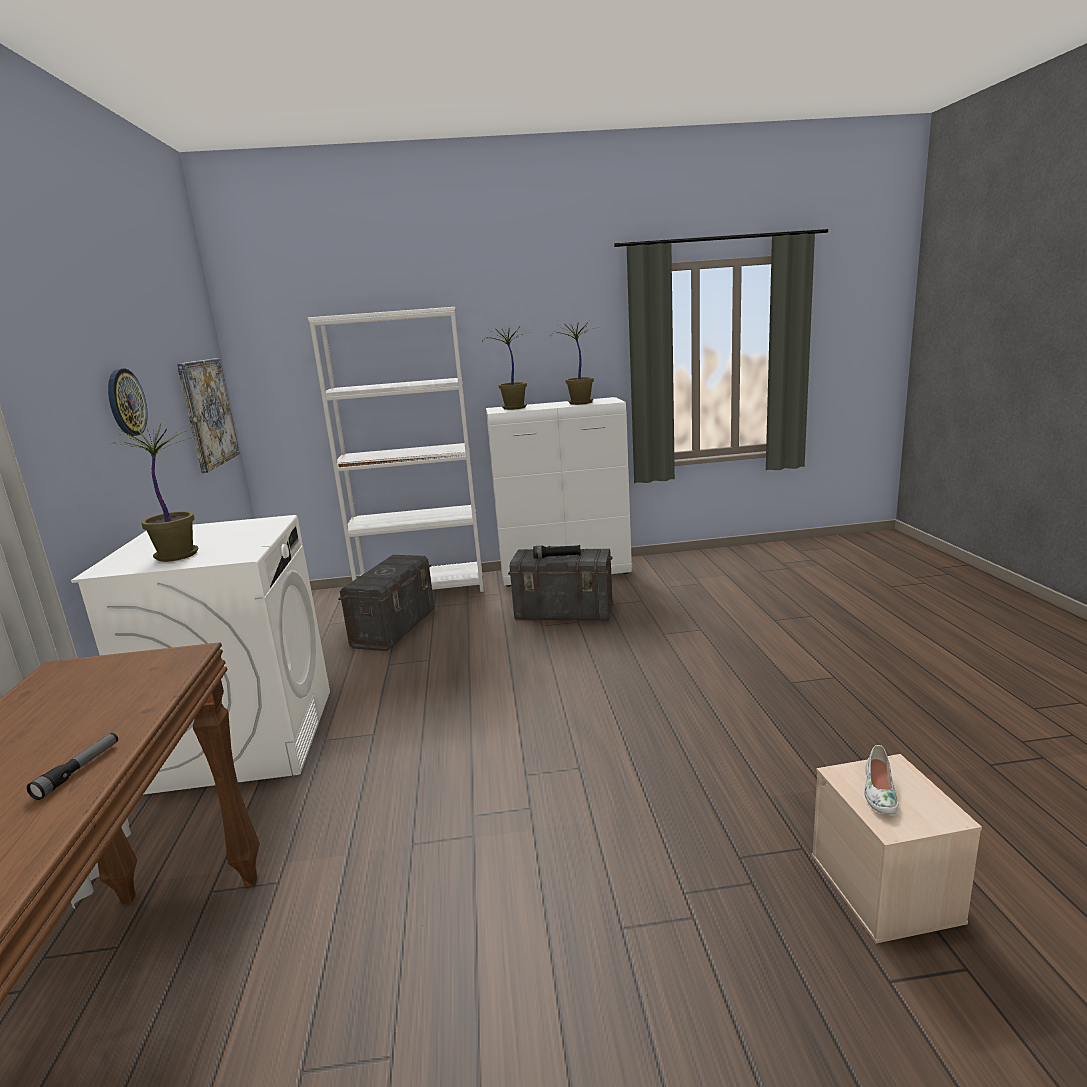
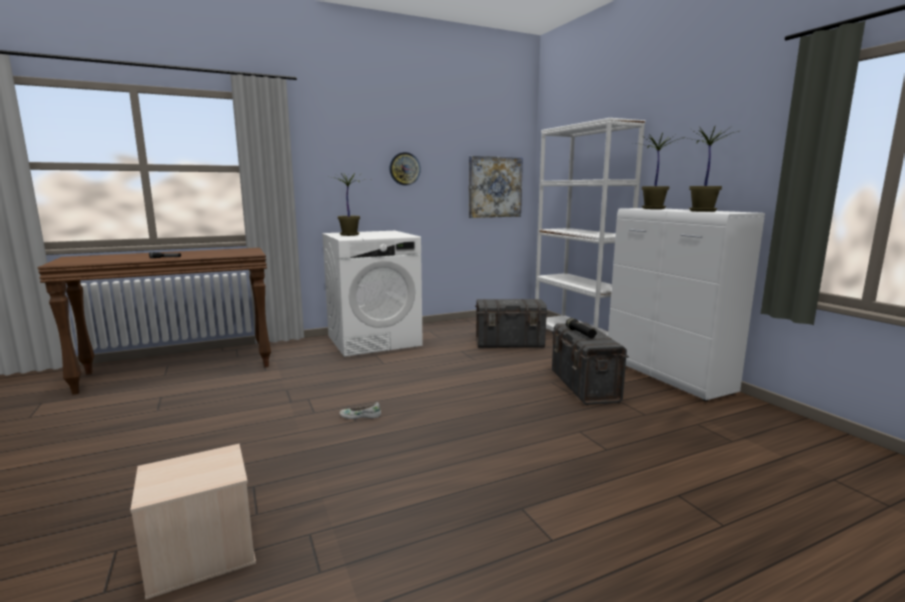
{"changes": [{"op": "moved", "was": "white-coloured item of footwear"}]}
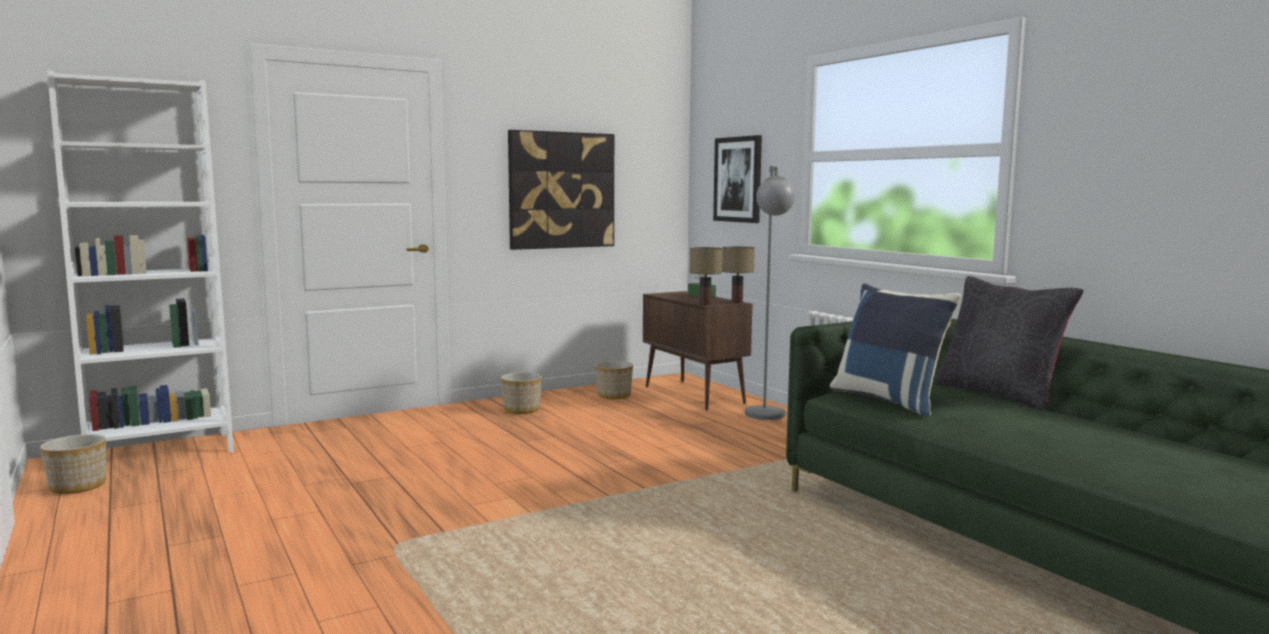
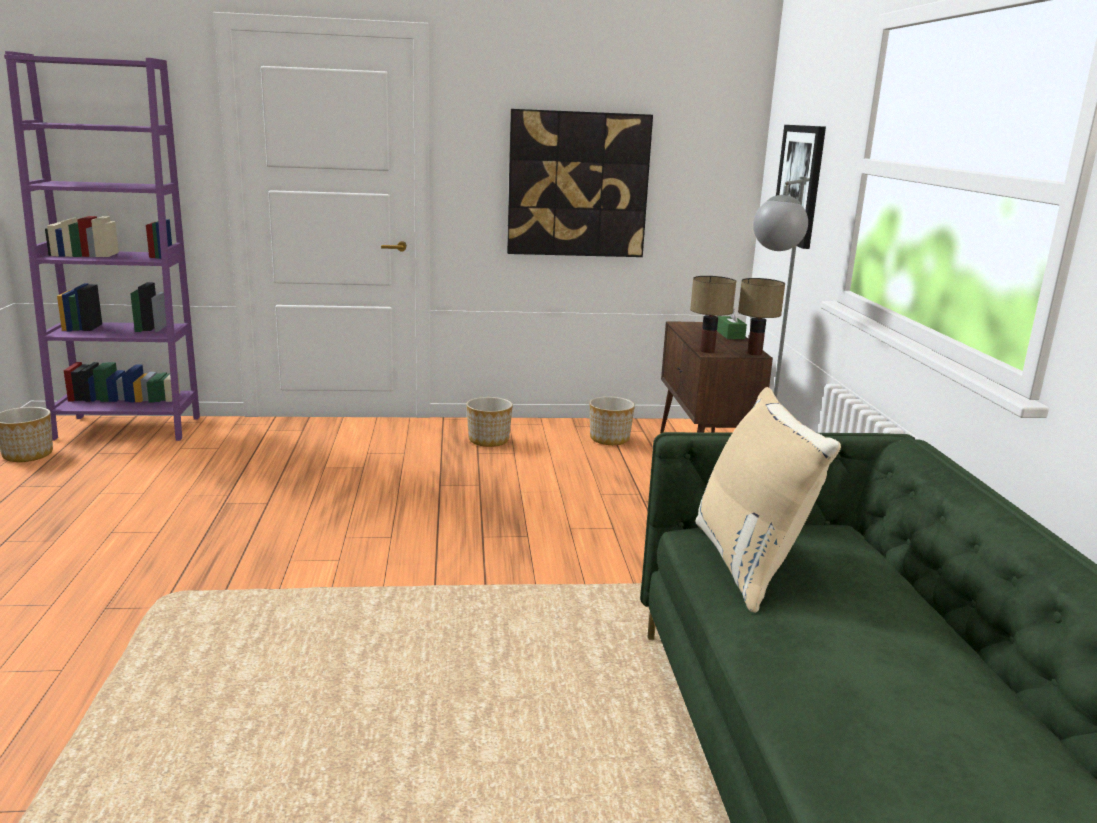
{"changes": [{"op": "recoloured", "was": "white-coloured bookshelf", "now": "purple bookshelf"}, {"op": "recoloured", "was": "bluish pillow", "now": "beige-coloured pillow"}, {"op": "removed", "was": "blackish pillow"}]}
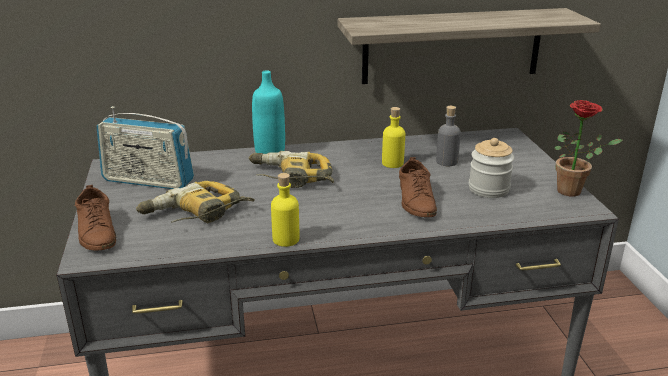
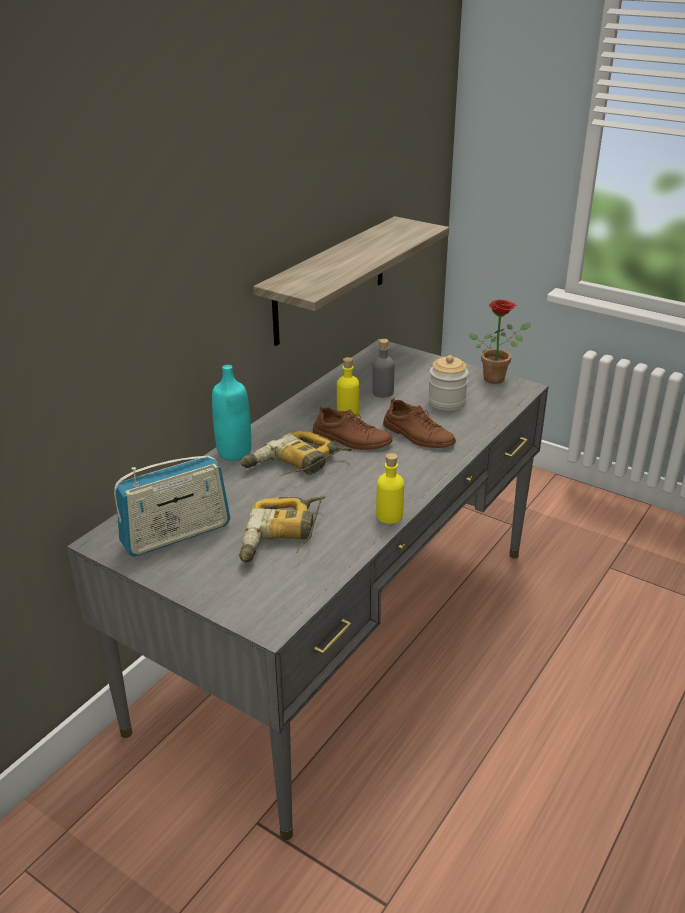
{"changes": [{"op": "moved", "was": "brown-coloured item of footwear (1st from left)"}]}
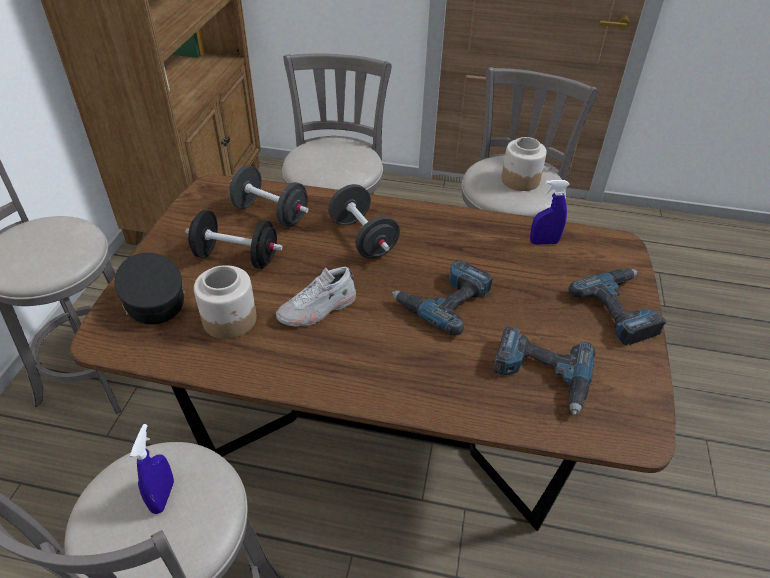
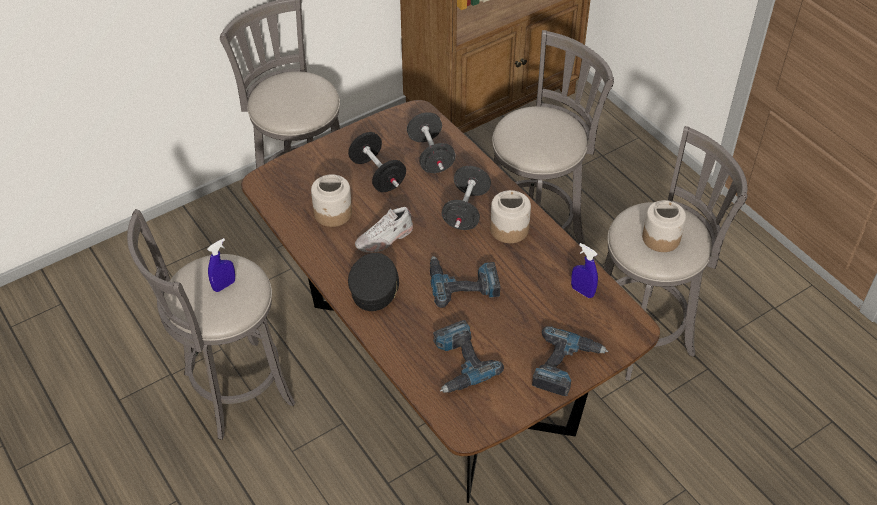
{"changes": [{"op": "moved", "was": "blackish baseball cap"}, {"op": "turned", "was": "white-coloured item of footwear", "clockwise": -45}, {"op": "added", "now": "storage jar (2nd from left)"}]}
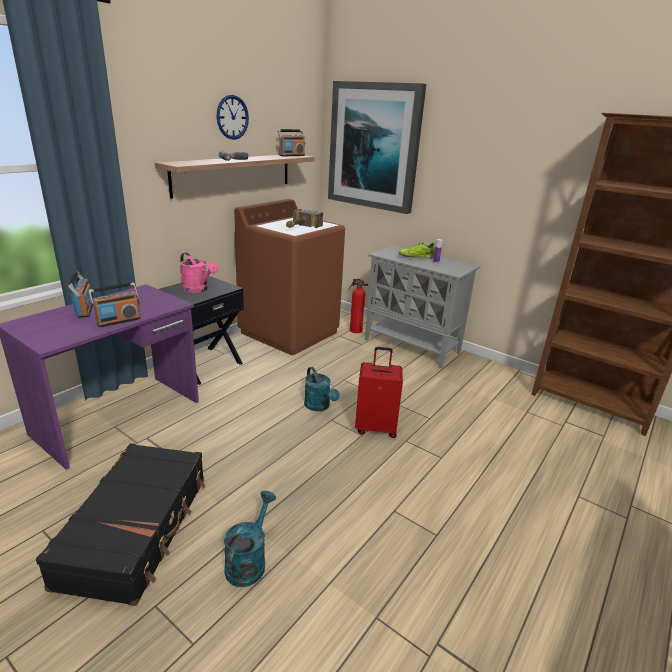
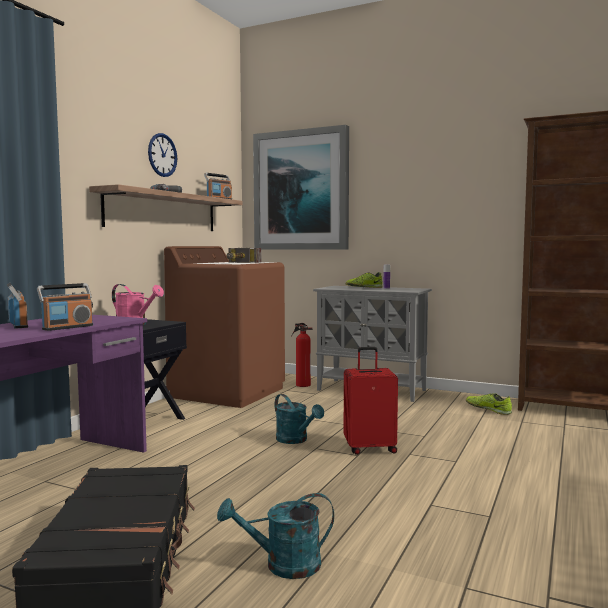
{"changes": [{"op": "turned", "was": "blue-green watering can (1st from left)", "clockwise": -105}, {"op": "added", "now": "item of footwear (2nd from left)"}]}
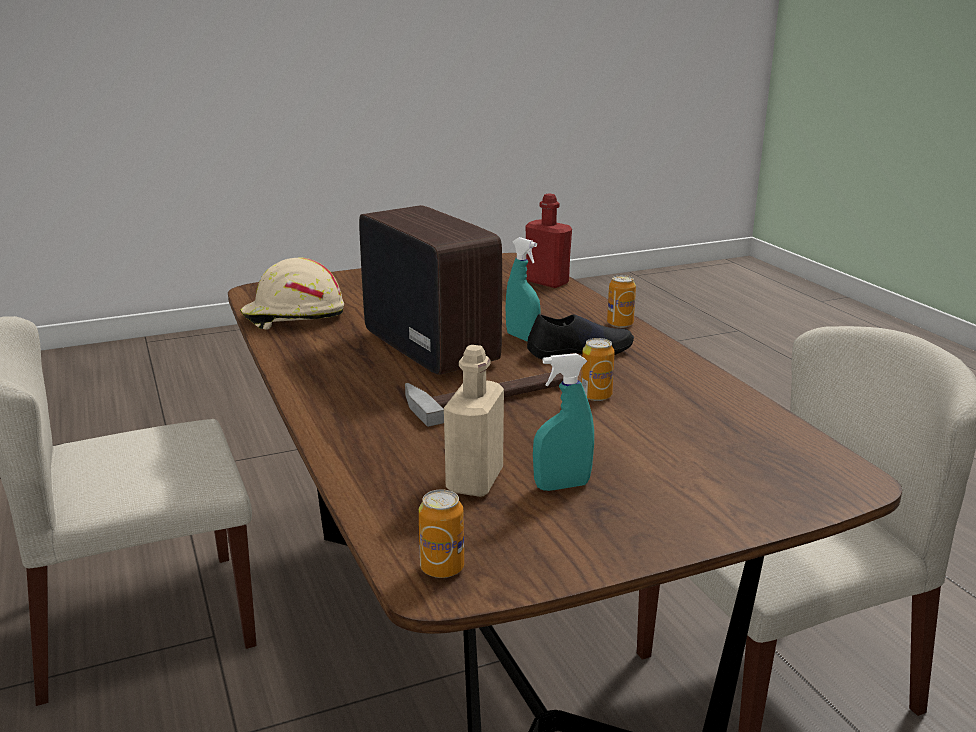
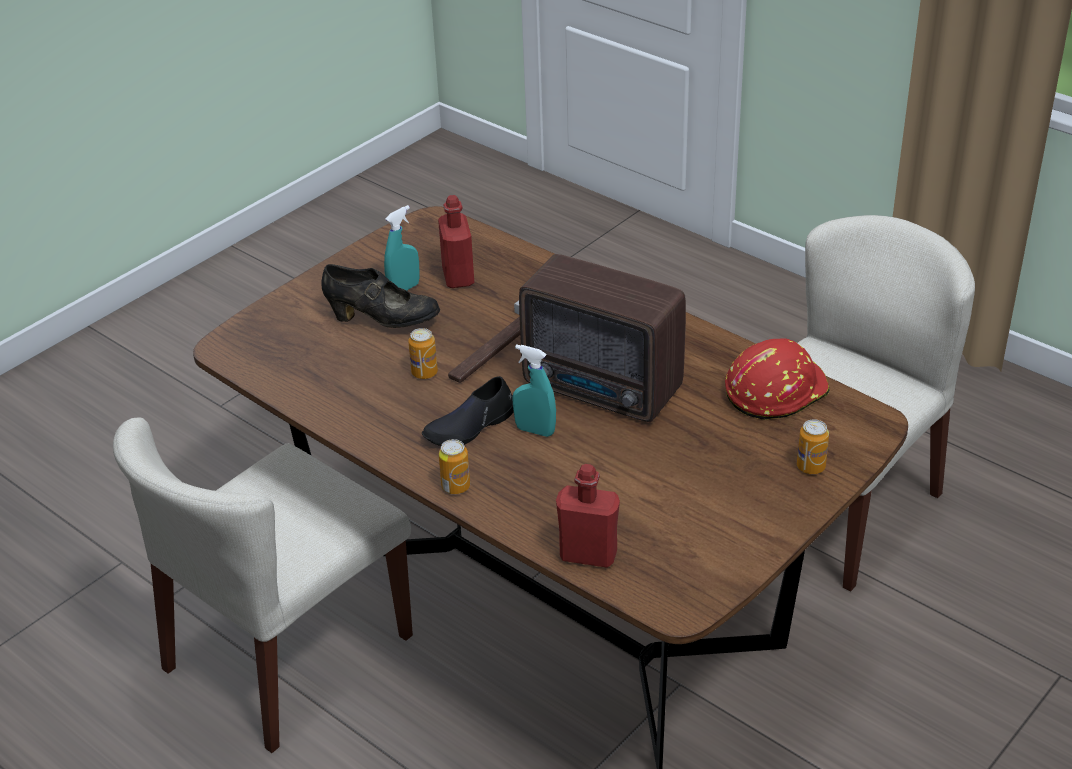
{"changes": [{"op": "recoloured", "was": "beige-coloured safety helmet", "now": "reddish safety helmet"}, {"op": "moved", "was": "can (1st from left in the first image)", "now": "can (3rd from left)"}, {"op": "recoloured", "was": "beige-coloured drink bottle", "now": "reddish drink bottle (1st from left)"}, {"op": "added", "now": "blackish item of footwear (1st from left)"}]}
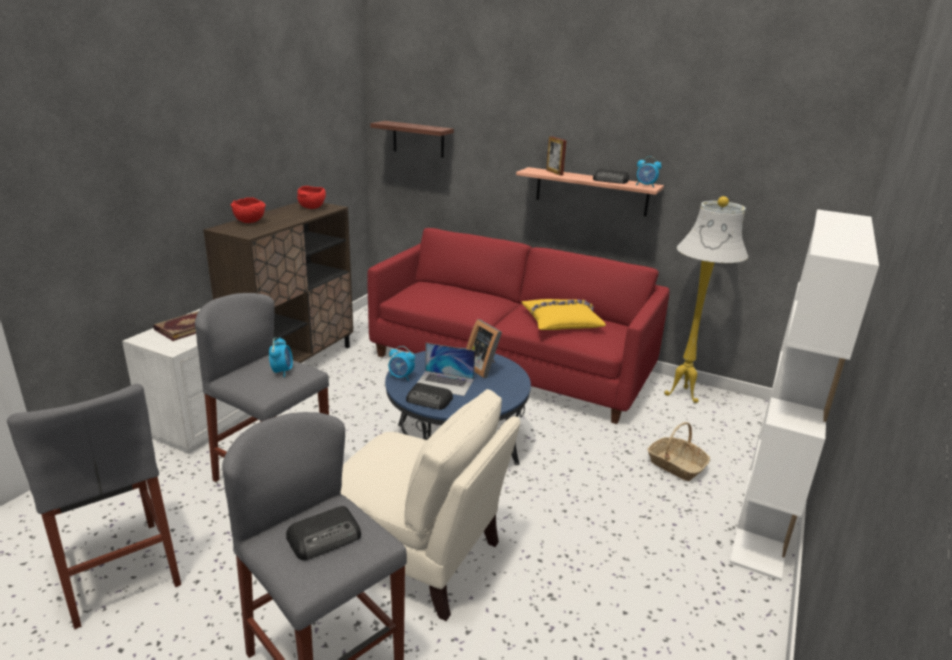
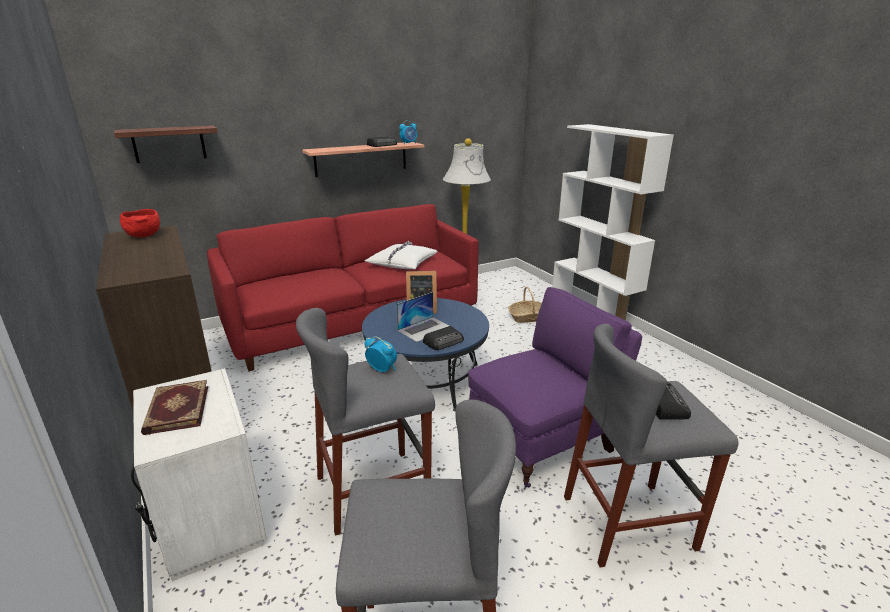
{"changes": [{"op": "removed", "was": "reddish serving bowl (1st from left)"}, {"op": "recoloured", "was": "beige-coloured easy chair", "now": "purple easy chair"}, {"op": "removed", "was": "bedside clock (2nd from left)"}, {"op": "recoloured", "was": "yellow pillow", "now": "white-coloured pillow"}, {"op": "removed", "was": "standing frame (2nd from left)"}]}
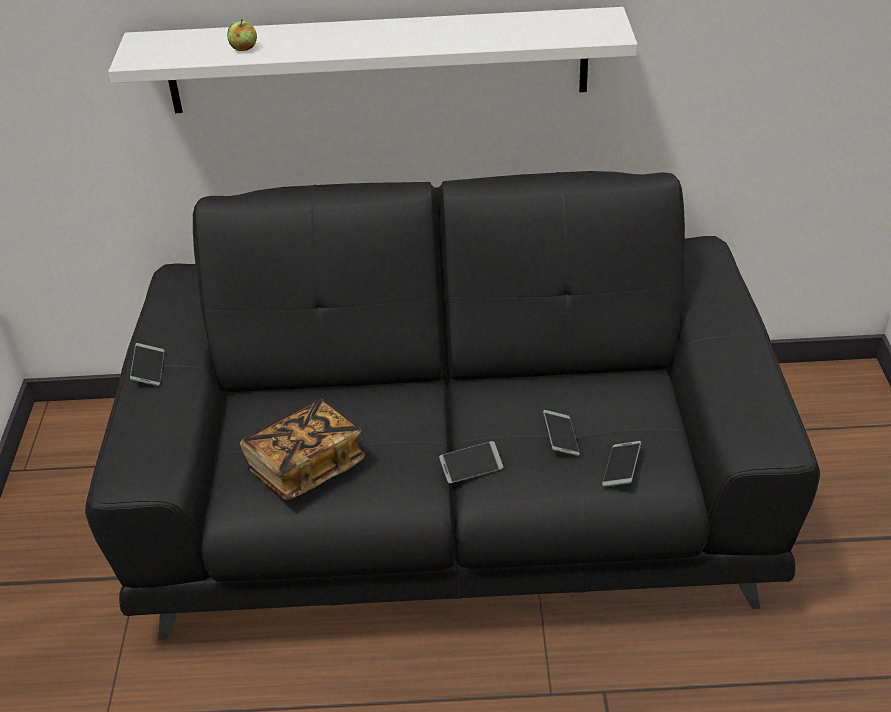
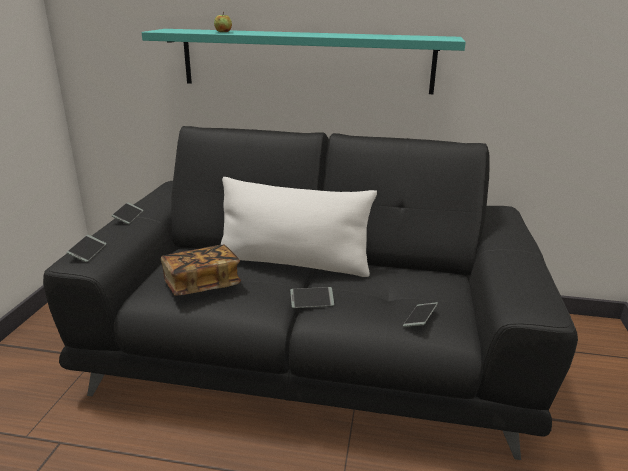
{"changes": [{"op": "recoloured", "was": "white-coloured wall shelf", "now": "blue-green wall shelf"}, {"op": "moved", "was": "telephone (3rd from left in the first image)", "now": "telephone (1st from left)"}, {"op": "added", "now": "white-coloured pillow"}]}
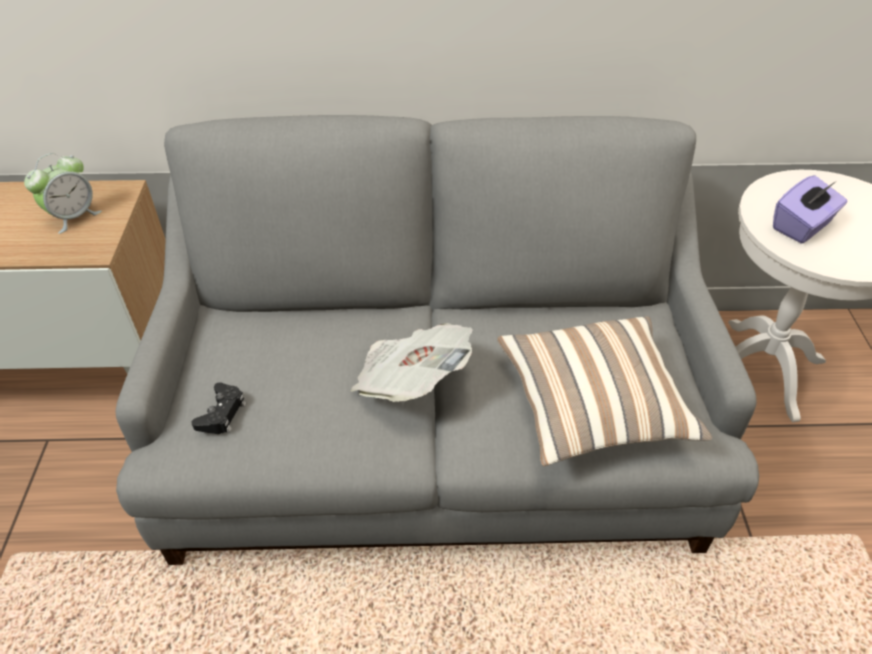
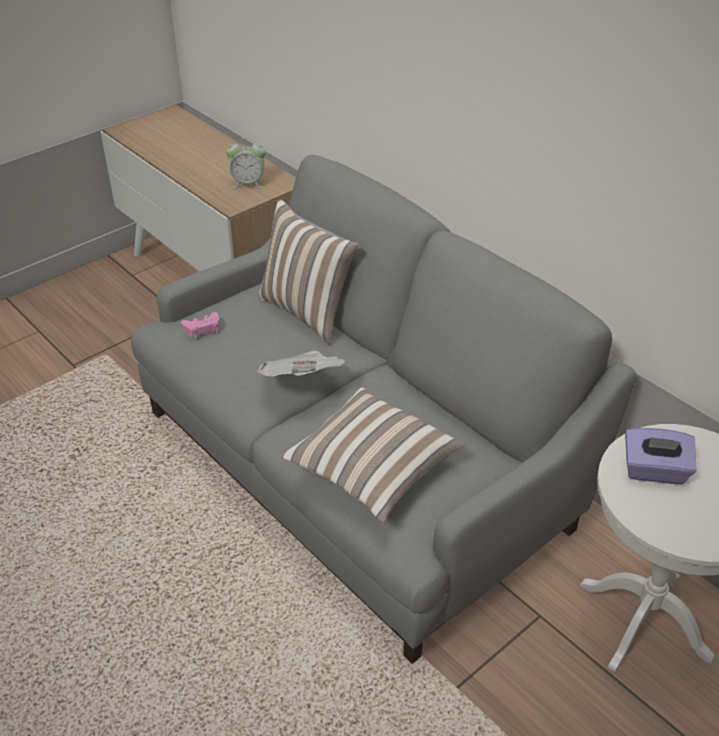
{"changes": [{"op": "recoloured", "was": "blackish game controller", "now": "pinkish game controller"}, {"op": "added", "now": "pillow (1st from left)"}]}
